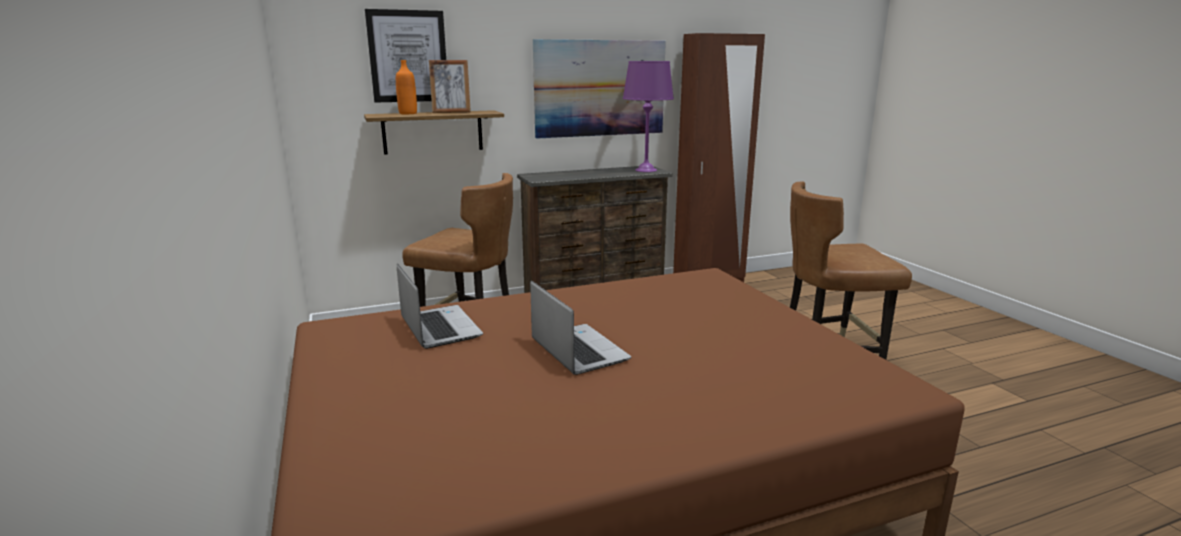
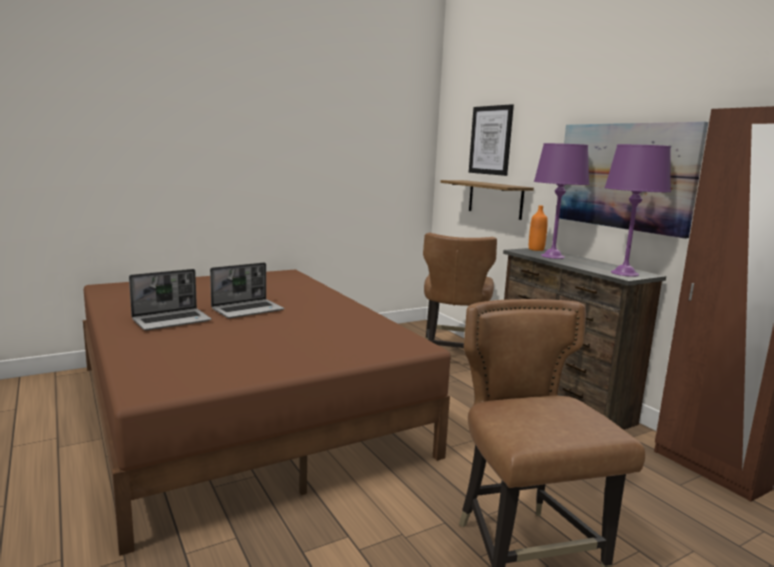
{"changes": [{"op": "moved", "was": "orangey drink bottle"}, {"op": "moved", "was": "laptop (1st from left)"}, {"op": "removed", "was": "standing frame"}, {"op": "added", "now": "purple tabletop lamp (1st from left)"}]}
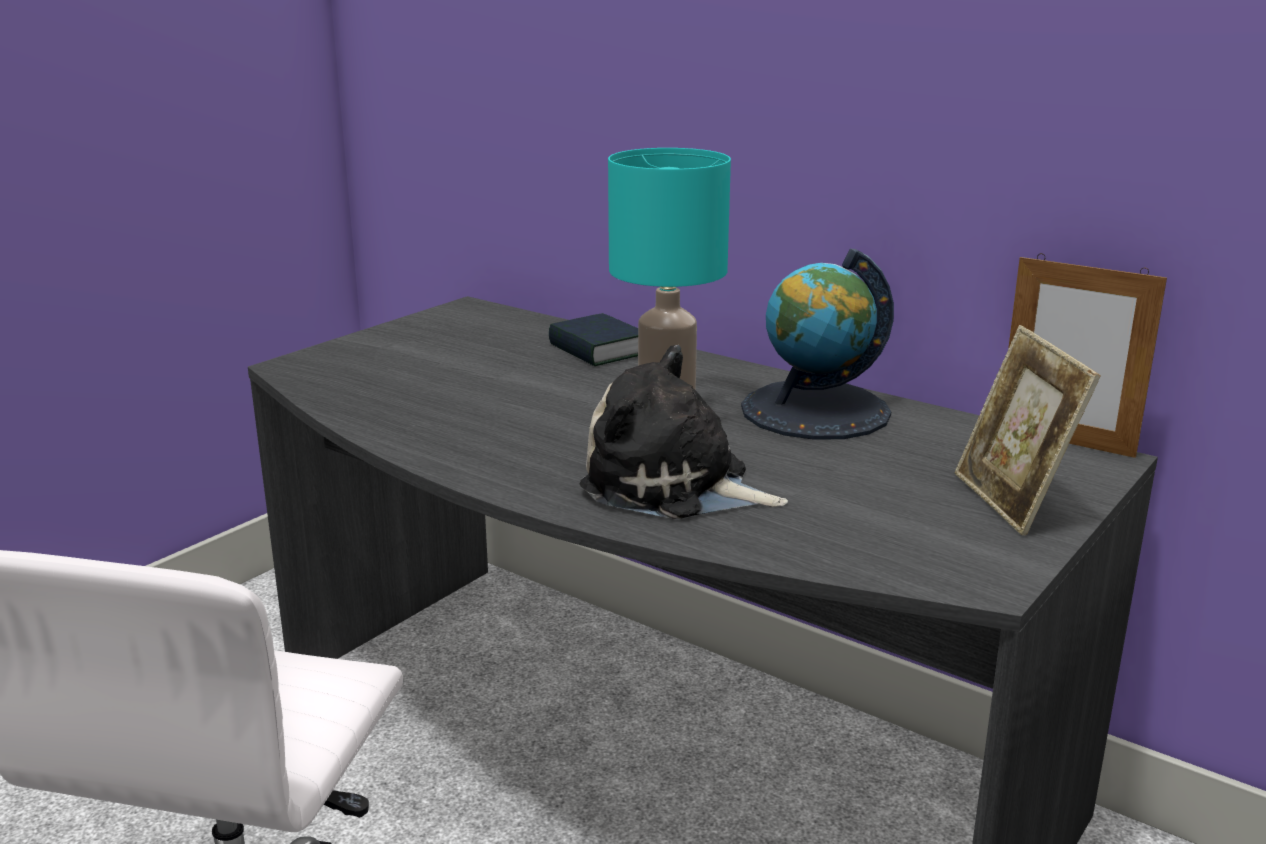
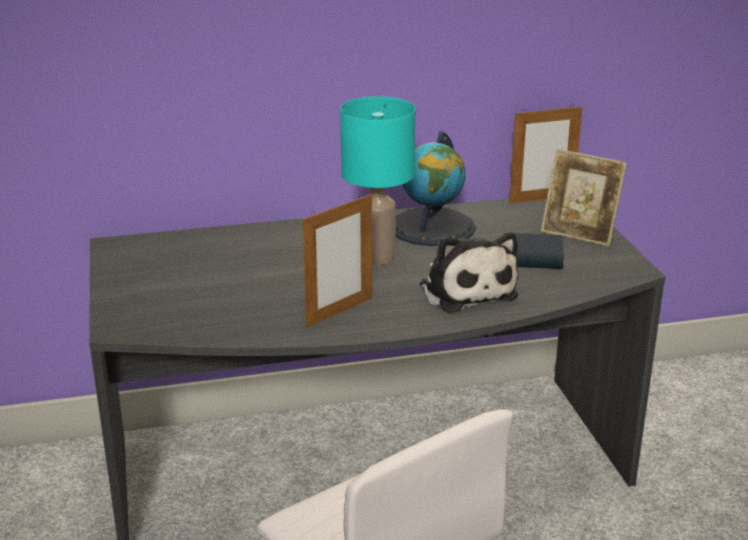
{"changes": [{"op": "moved", "was": "book"}, {"op": "turned", "was": "cuddly toy", "clockwise": -90}, {"op": "added", "now": "standing frame (1st from left)"}]}
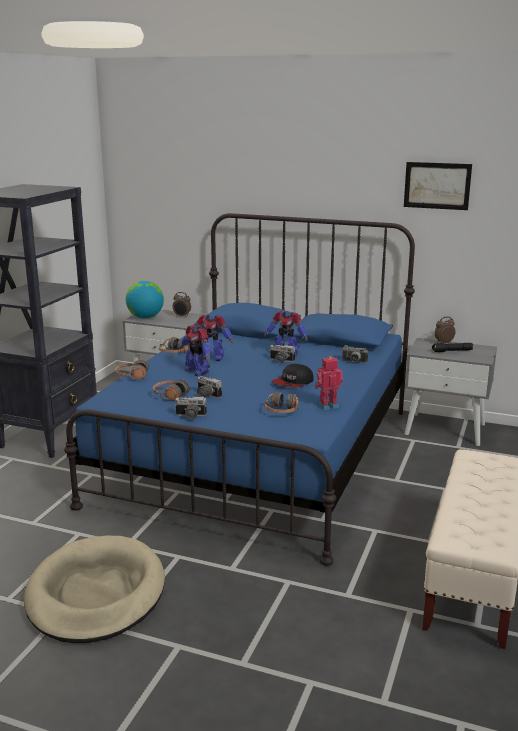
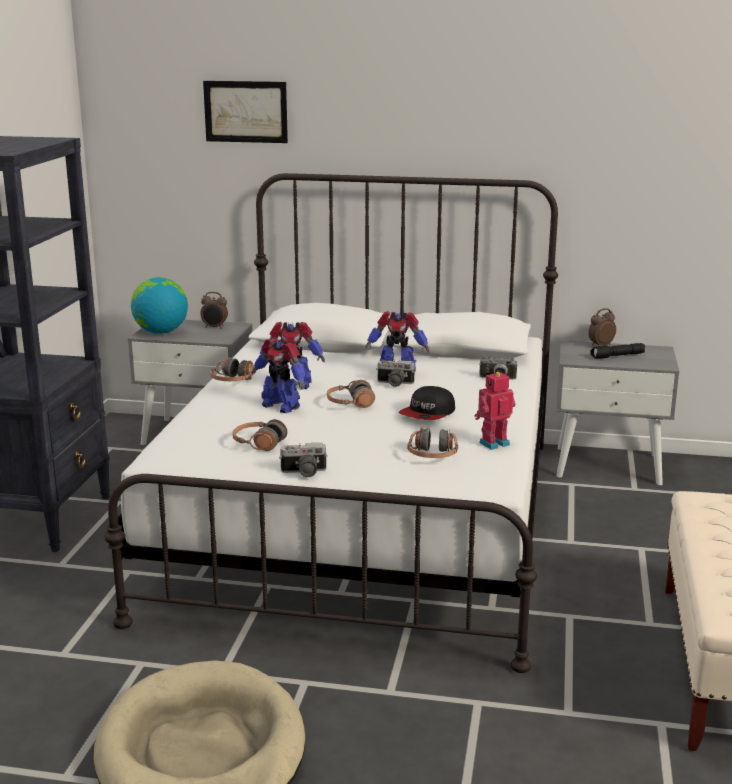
{"changes": [{"op": "recoloured", "was": "bluish sleeping bed", "now": "white-coloured sleeping bed"}, {"op": "moved", "was": "headphones (1st from left in the first image)", "now": "headphones (3rd from left)"}, {"op": "removed", "was": "still camera (2nd from left)"}, {"op": "moved", "was": "picture"}]}
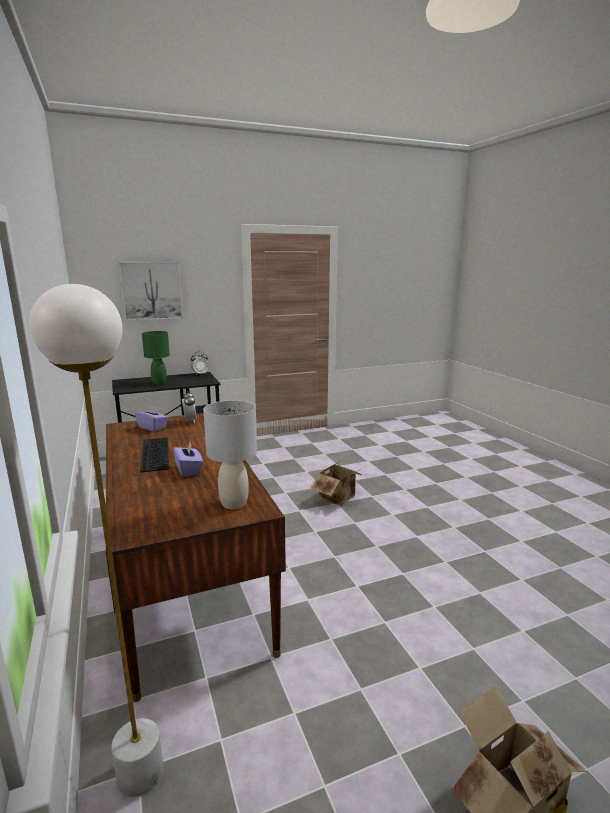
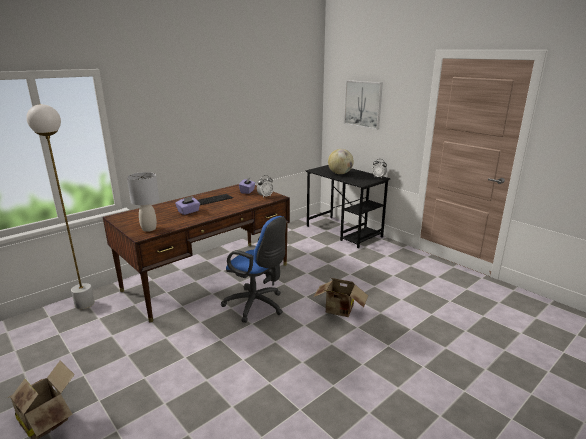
{"changes": [{"op": "replaced", "was": "green-coloured tabletop lamp", "now": "world globe"}, {"op": "added", "now": "bluish computer chair"}]}
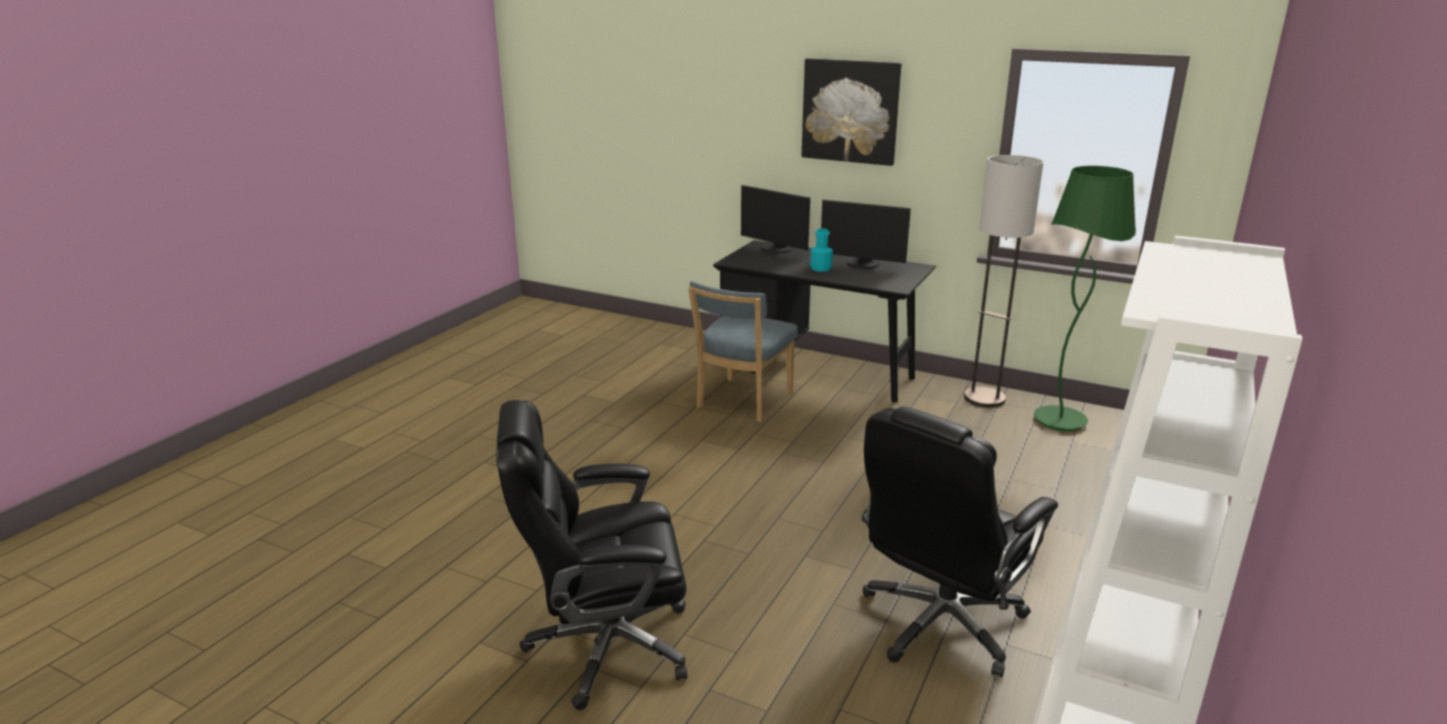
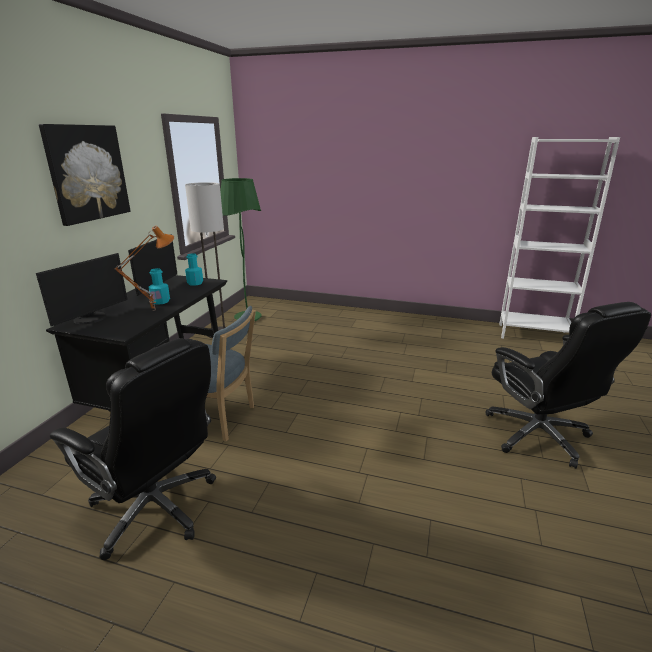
{"changes": [{"op": "moved", "was": "blackish computer chair (2nd from left in the first image)", "now": "blackish computer chair (1st from left)"}, {"op": "added", "now": "orangey tabletop lamp"}, {"op": "added", "now": "blue-green drink bottle (2nd from left)"}]}
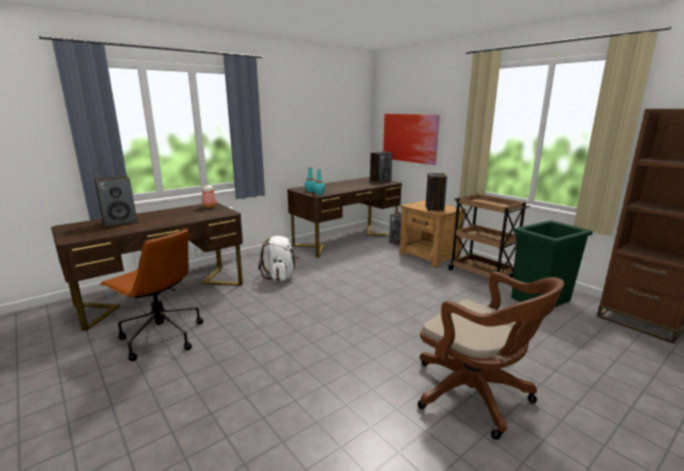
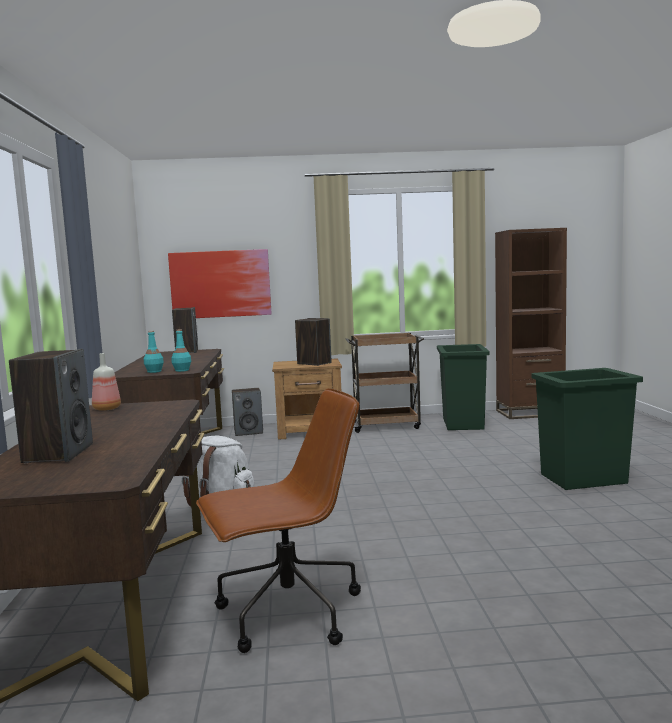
{"changes": [{"op": "replaced", "was": "brown-coloured computer chair (2nd from left)", "now": "green-coloured trash can (2nd from left)"}]}
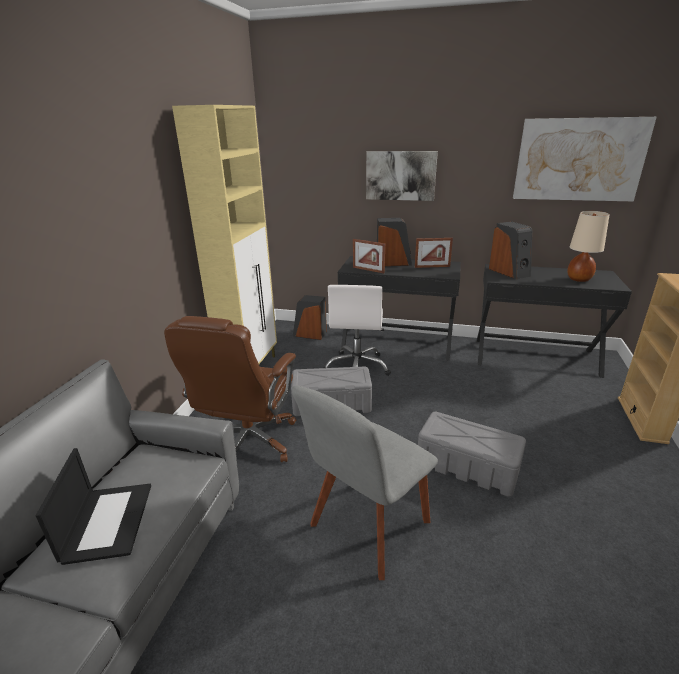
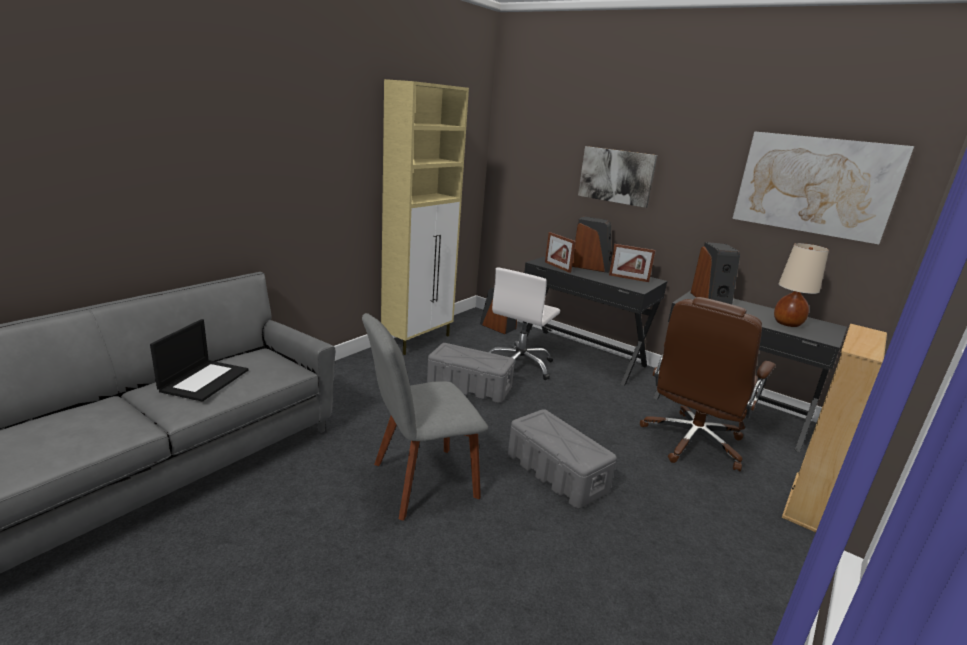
{"changes": [{"op": "moved", "was": "brown-coloured computer chair"}]}
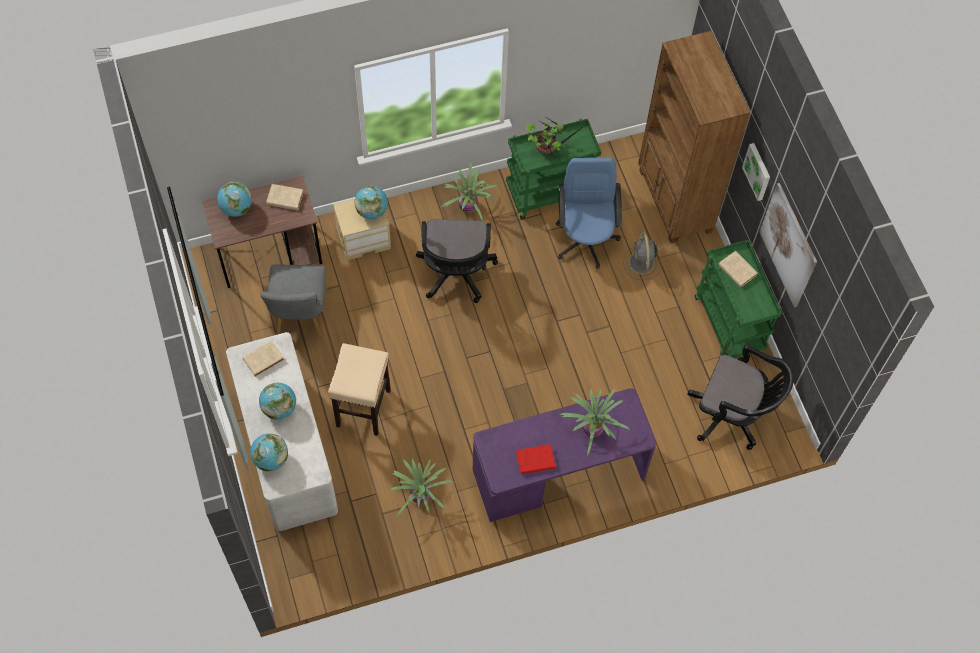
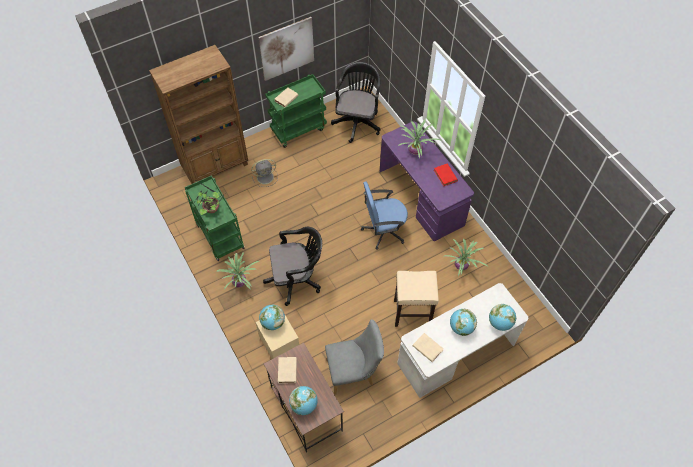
{"changes": [{"op": "moved", "was": "bluish computer chair"}, {"op": "removed", "was": "picture (1st from left)"}]}
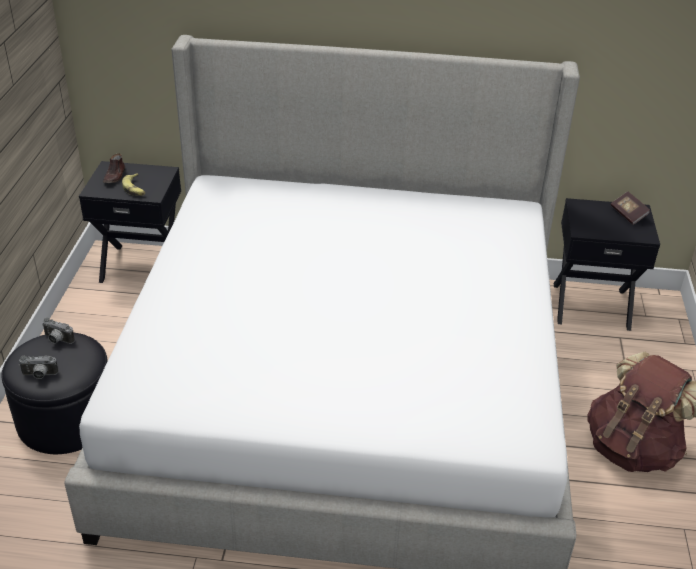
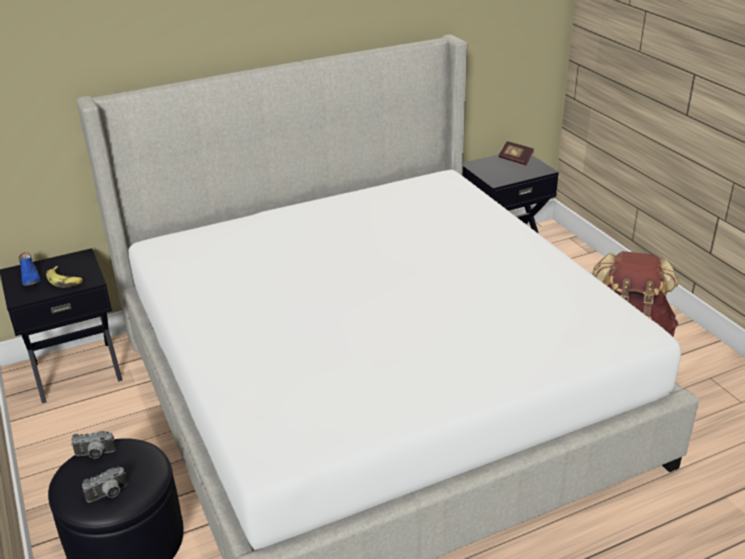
{"changes": [{"op": "recoloured", "was": "brown-coloured item of footwear", "now": "bluish item of footwear"}]}
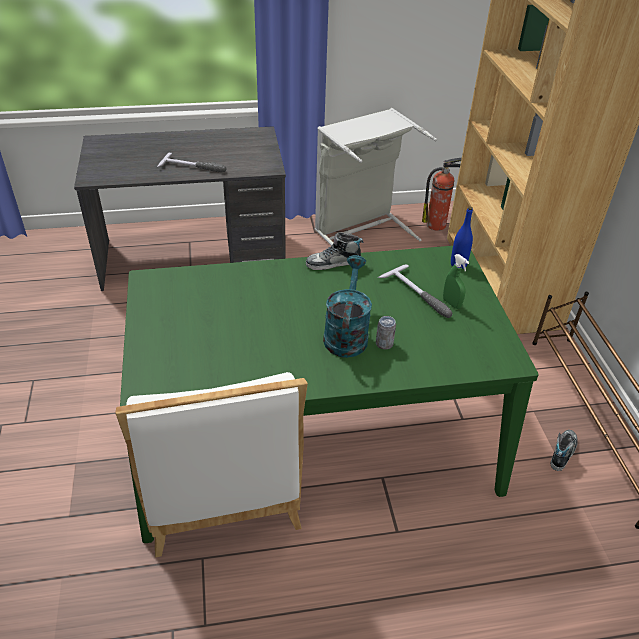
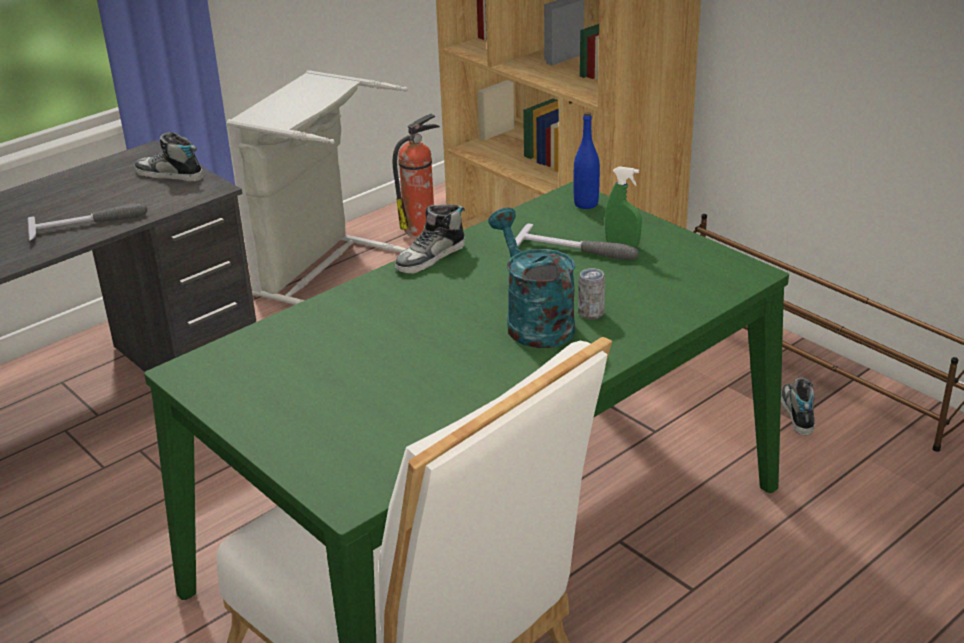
{"changes": [{"op": "added", "now": "item of footwear (1st from left)"}]}
